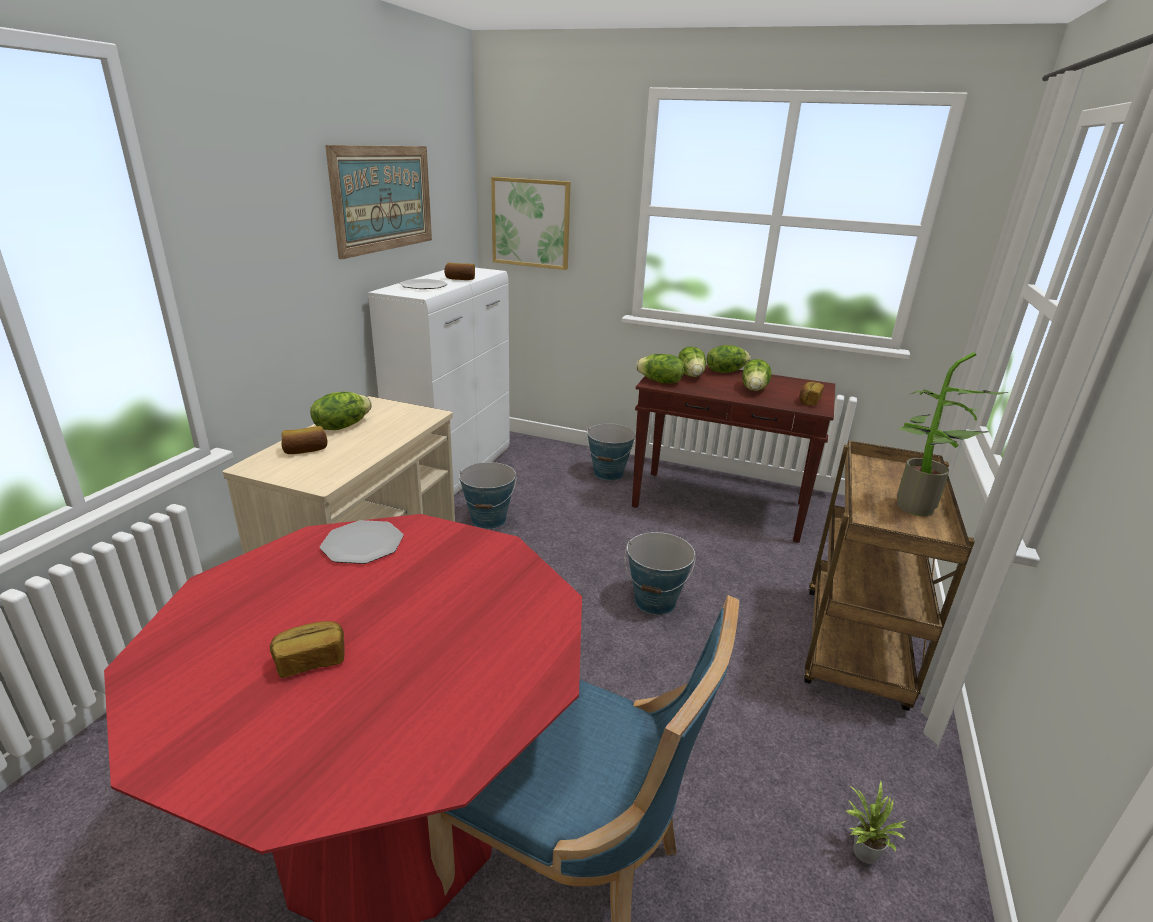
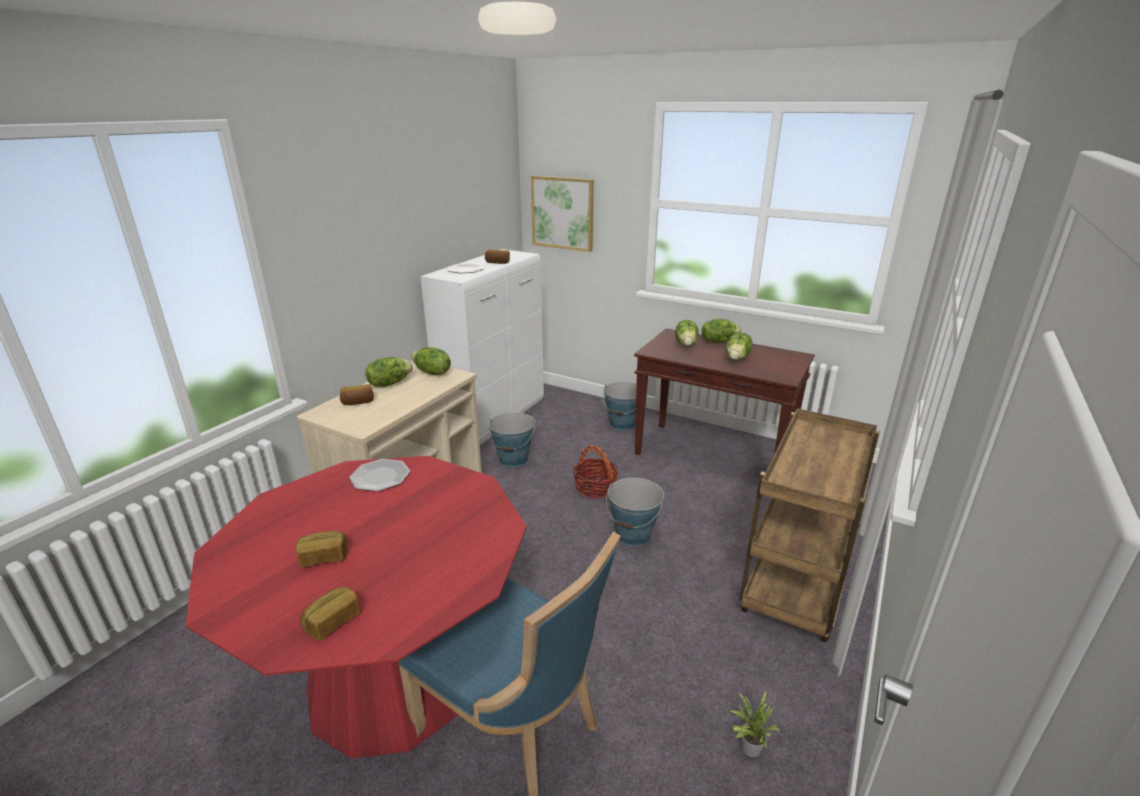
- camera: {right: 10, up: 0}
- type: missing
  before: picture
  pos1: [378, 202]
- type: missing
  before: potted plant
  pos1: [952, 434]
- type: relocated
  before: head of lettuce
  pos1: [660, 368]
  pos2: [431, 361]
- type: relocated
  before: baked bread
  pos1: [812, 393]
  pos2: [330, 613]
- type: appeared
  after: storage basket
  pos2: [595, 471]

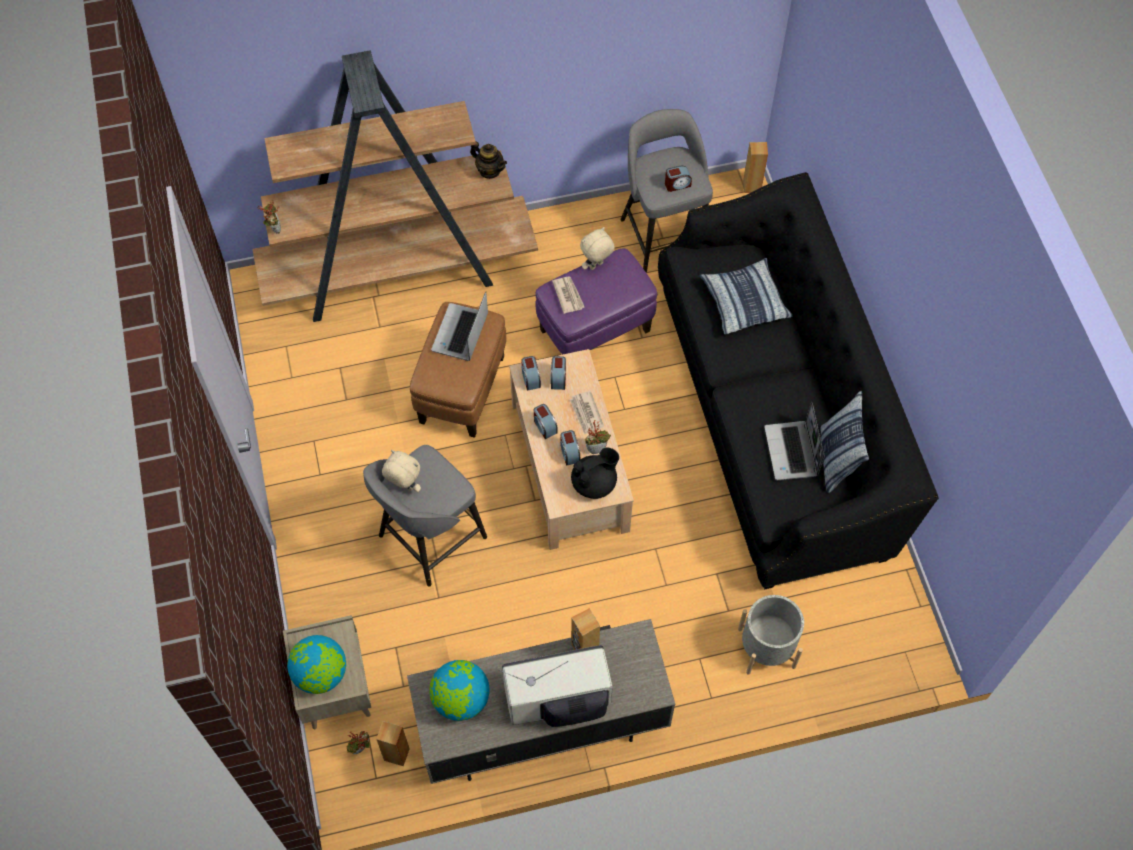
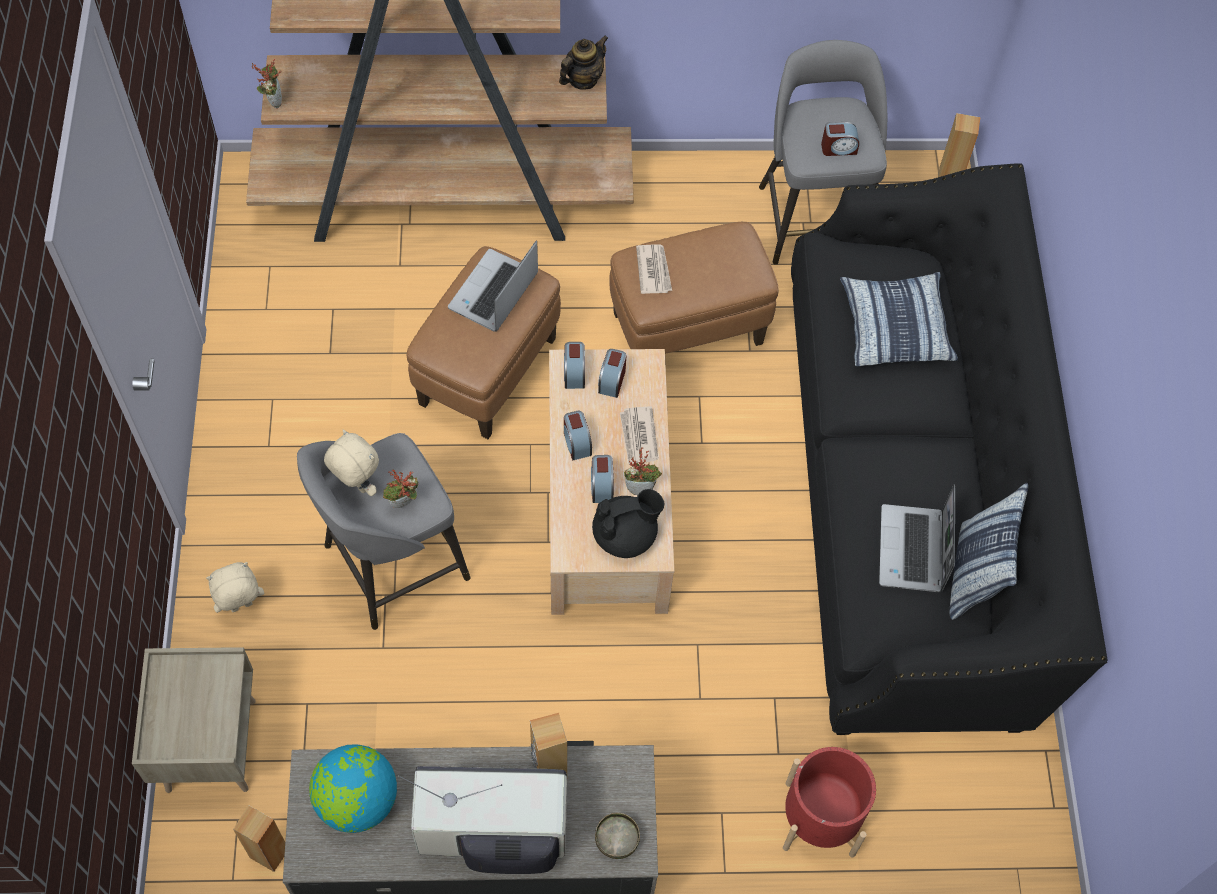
- camera: {right: 10, up: 0}
- type: spun
  before: teapot
  pos1: [488, 160]
  pos2: [583, 63]
  turn: -90
- type: relocated
  before: plush toy/beige-coloured
  pos1: [597, 248]
  pos2: [235, 587]
- type: colour
  before: footrest/purple
  after: footrest/brownish
  pos1: [596, 301]
  pos2: [694, 288]
- type: colour
  before: planter/gray
  after: planter/reddish
  pos1: [771, 635]
  pos2: [829, 802]
- type: missing
  before: globe
  pos1: [316, 664]
- type: relocated
  before: potted plant
  pos1: [358, 742]
  pos2: [400, 489]
- type: appeared
  after: bowl
  pos2: [617, 836]

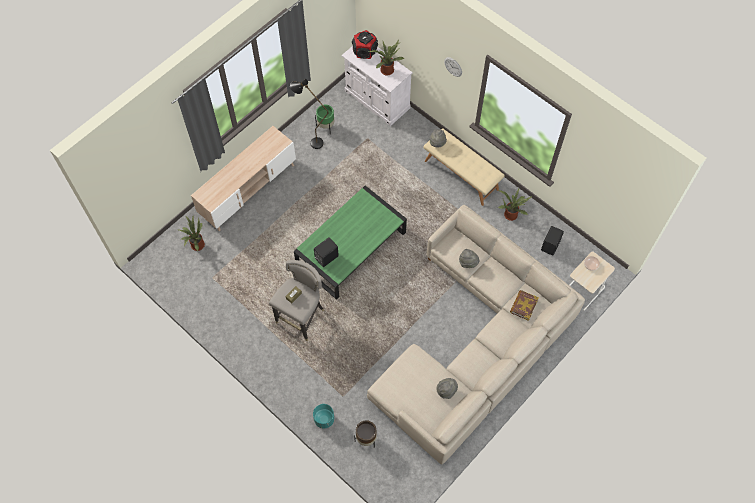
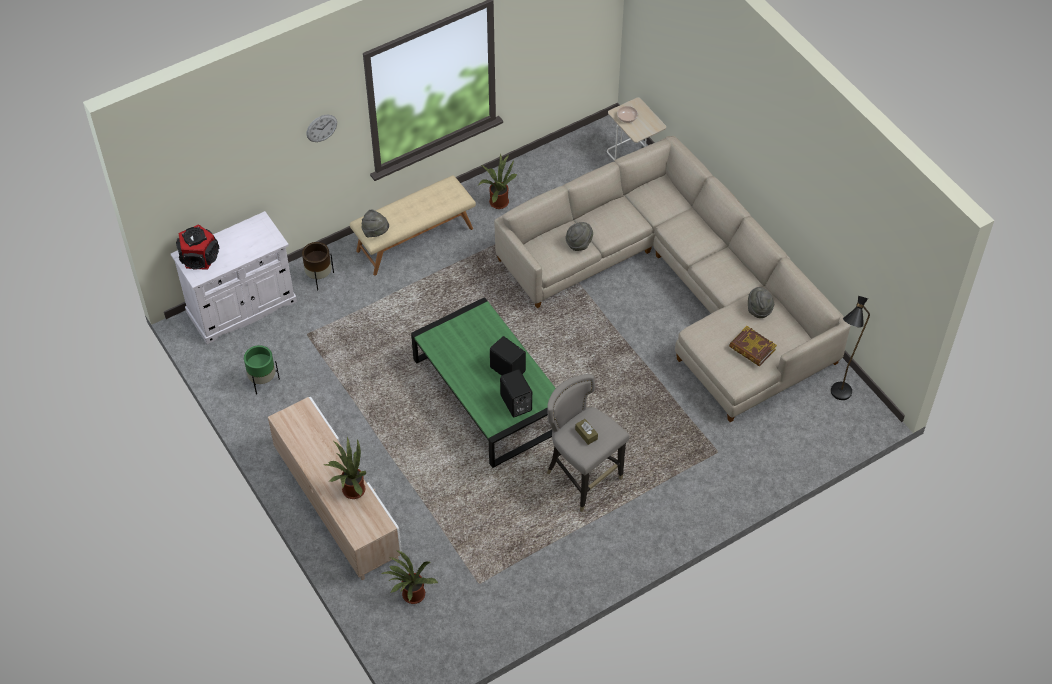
- camera: {right: -75, up: -10}
- type: relocated
  before: potted plant
  pos1: [386, 58]
  pos2: [345, 467]
- type: relocated
  before: floor lamp/blackish
  pos1: [309, 114]
  pos2: [850, 348]
- type: relocated
  before: loudspeaker/blackish
  pos1: [552, 240]
  pos2: [508, 356]
- type: relocated
  before: book
  pos1: [524, 305]
  pos2: [753, 346]
- type: missing
  before: planter/turquoise
  pos1: [323, 416]
- type: relocated
  before: planter/brownish
  pos1: [365, 434]
  pos2: [318, 266]

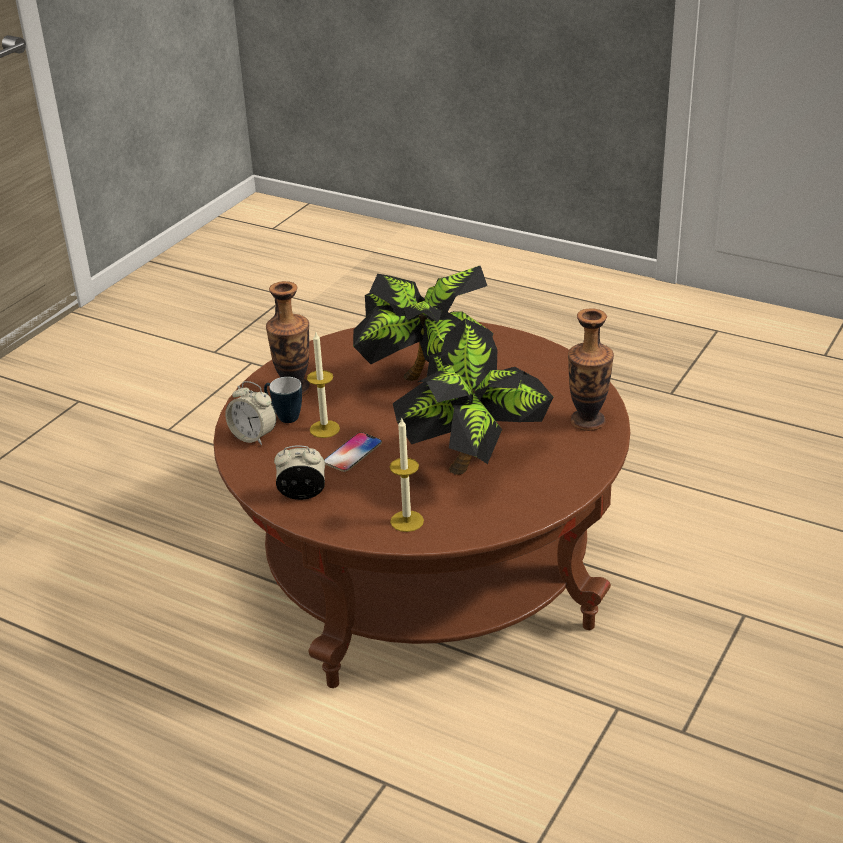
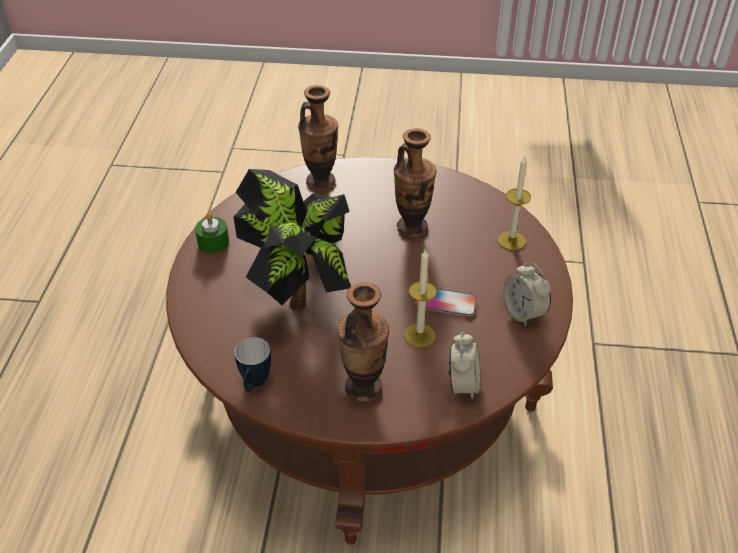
- camera: {right: -115, up: 10}
- type: exchanged
  before: potted plant
  after: decorative vase
  pos1: [473, 397]
  pos2: [415, 182]
- type: relocated
  before: coffee mug
  pos1: [283, 400]
  pos2: [252, 364]
- type: appeared
  after: candle/green-coloured
  pos2: [212, 233]

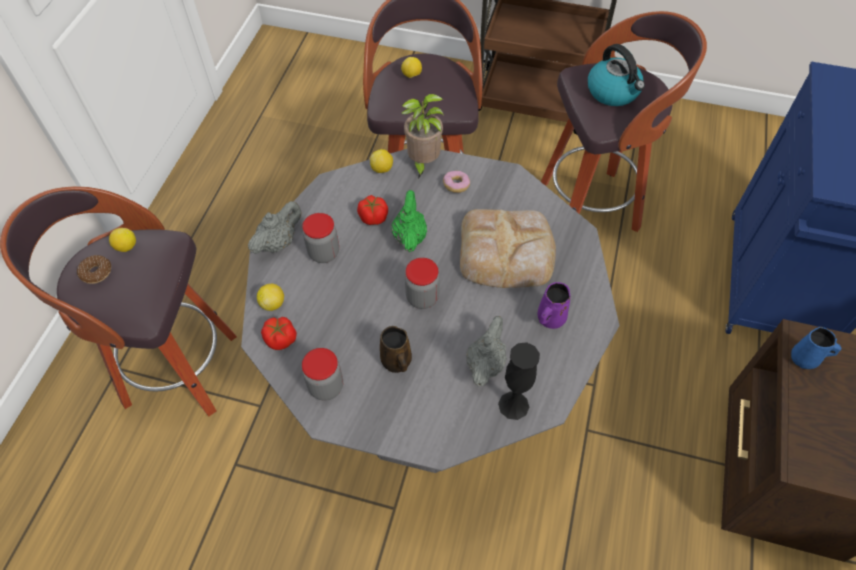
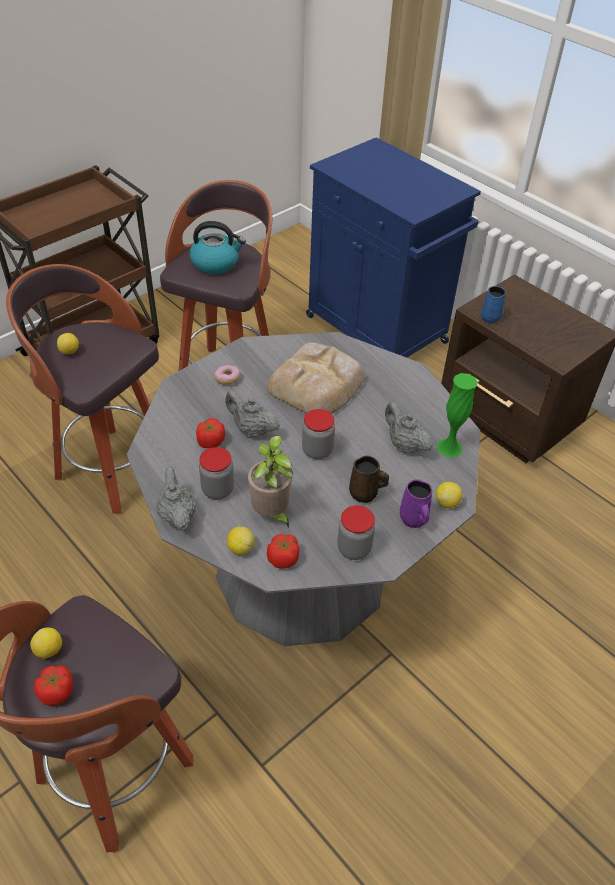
- camera: {right: -60, up: -10}
- type: relocated
  before: potted plant
  pos1: [422, 136]
  pos2: [270, 482]
- type: relocated
  before: lemon
  pos1: [381, 161]
  pos2: [449, 495]
- type: colour
  before: teapot/green-coloured
  after: teapot/gray
  pos1: [409, 221]
  pos2: [252, 414]
- type: exchanged
  before: donut
  after: tomato
  pos1: [94, 269]
  pos2: [53, 686]
- type: relocated
  before: coffee mug/purple
  pos1: [554, 305]
  pos2: [416, 503]
- type: colour
  before: decorative vase/blackish
  after: decorative vase/green-coloured
  pos1: [519, 381]
  pos2: [457, 415]

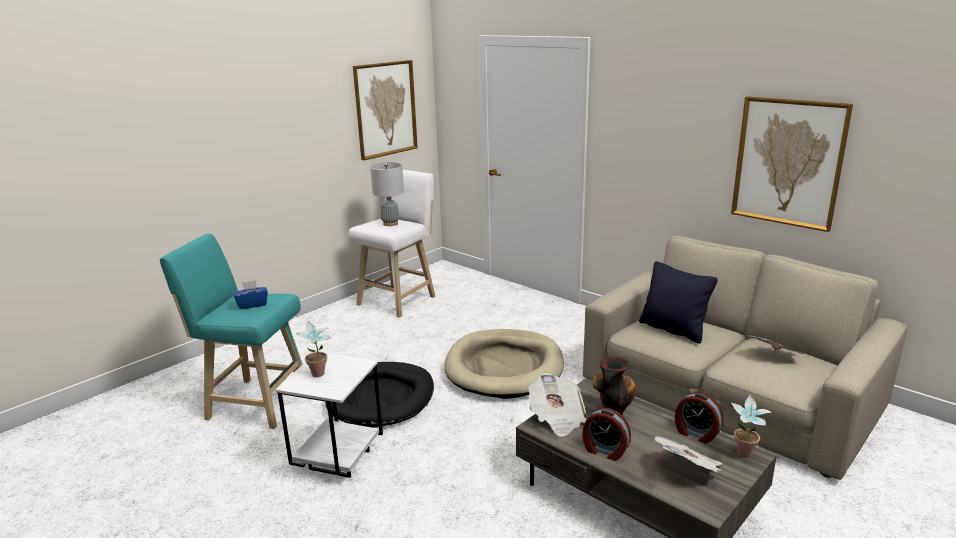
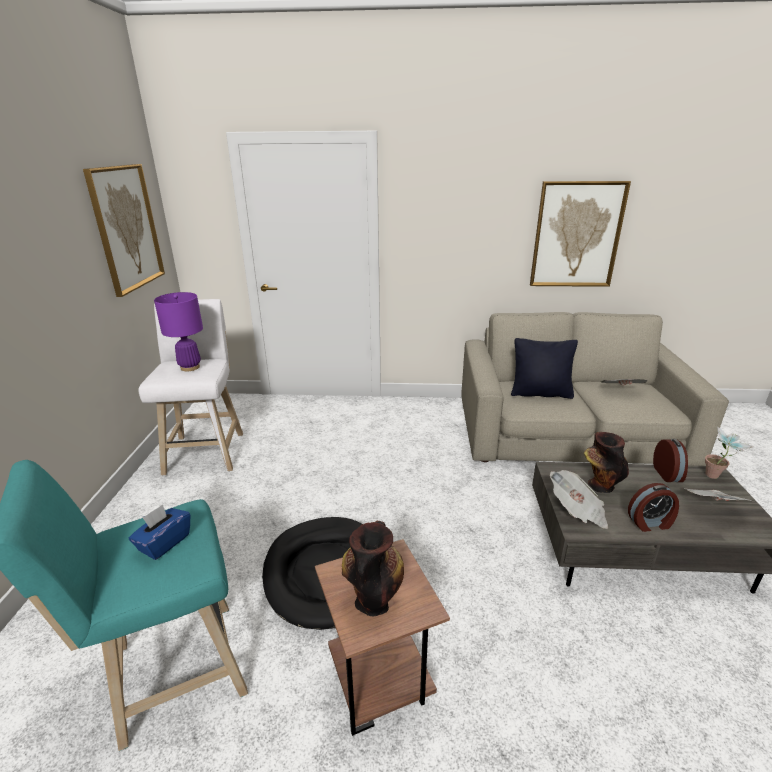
- camera: {right: -40, up: 5}
- type: colour
  before: tabletop lamp/gray
  after: tabletop lamp/purple
  pos1: [387, 194]
  pos2: [178, 331]
- type: exchanged
  before: potted plant
  after: decorative vase
  pos1: [313, 348]
  pos2: [373, 569]
- type: missing
  before: dog cushion/beige-coloured
  pos1: [504, 364]
- type: colour
  before: end table/white
  after: end table/brownish
  pos1: [329, 415]
  pos2: [382, 637]
- type: spun
  before: table clock
  pos1: [699, 418]
  pos2: [670, 460]
  turn: -90

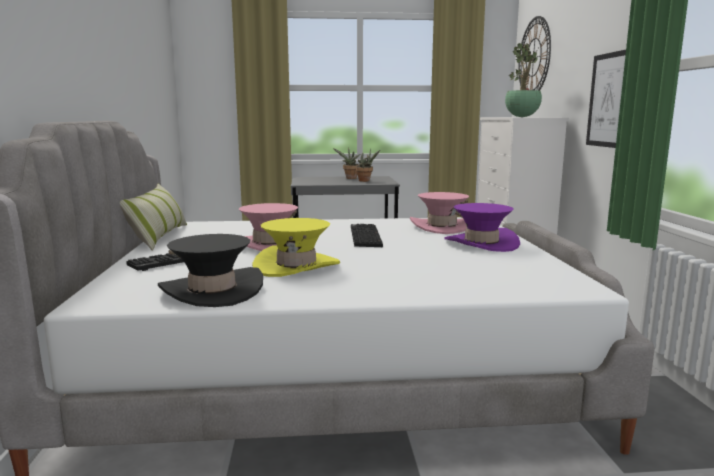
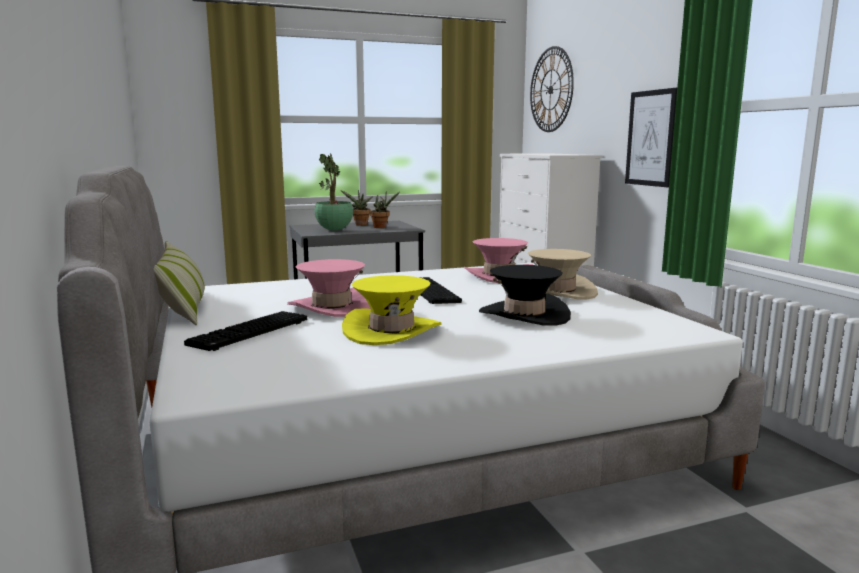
- camera: {right: -15, up: 0}
- type: relocated
  before: potted plant
  pos1: [523, 80]
  pos2: [334, 192]
- type: colour
  before: clothing hat/purple
  after: clothing hat/beige-coloured
  pos1: [482, 227]
  pos2: [563, 274]
- type: relocated
  before: clothing hat/blackish
  pos1: [210, 270]
  pos2: [525, 295]

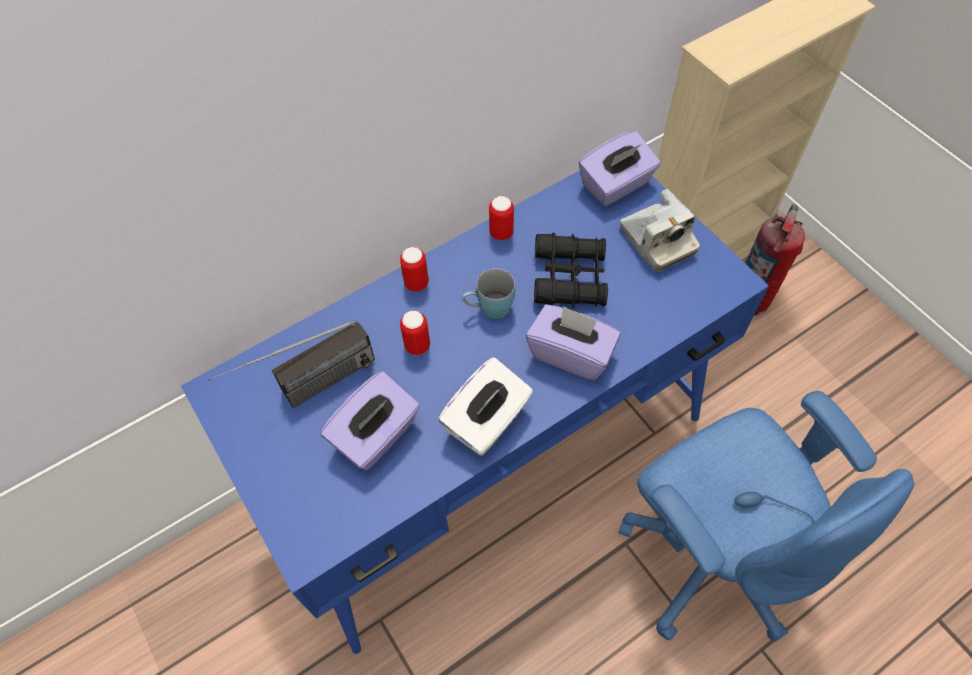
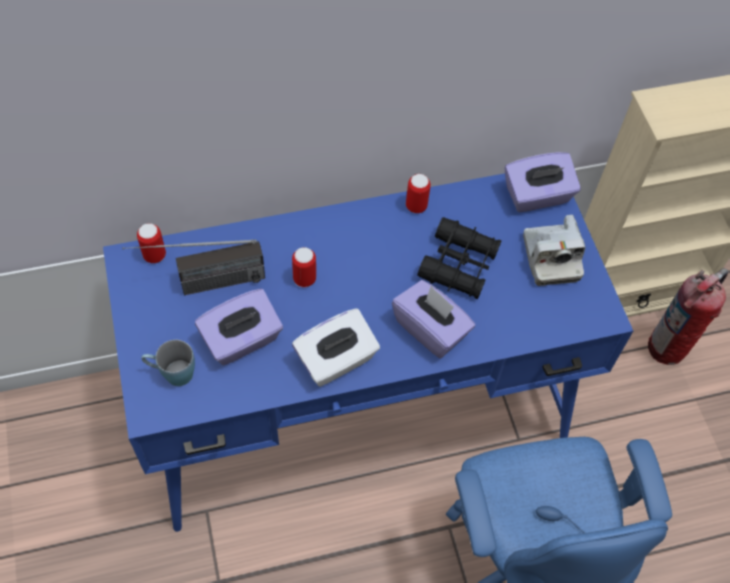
- camera: {right: 15, up: 0}
- type: relocated
  before: metal can
  pos1: [414, 269]
  pos2: [151, 243]
- type: relocated
  before: coffee mug/bluish
  pos1: [488, 293]
  pos2: [168, 363]

